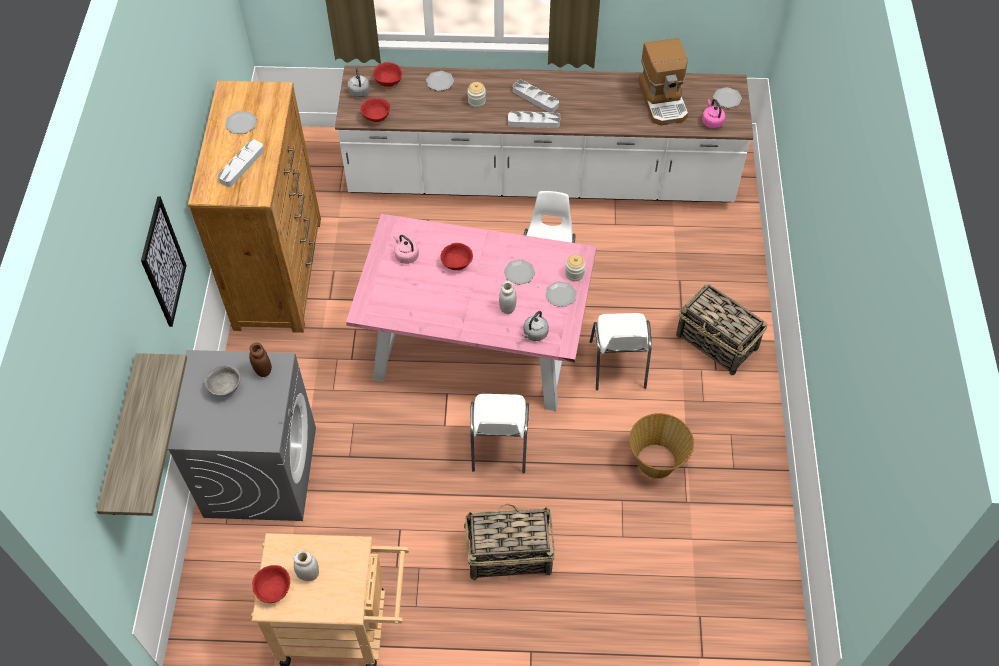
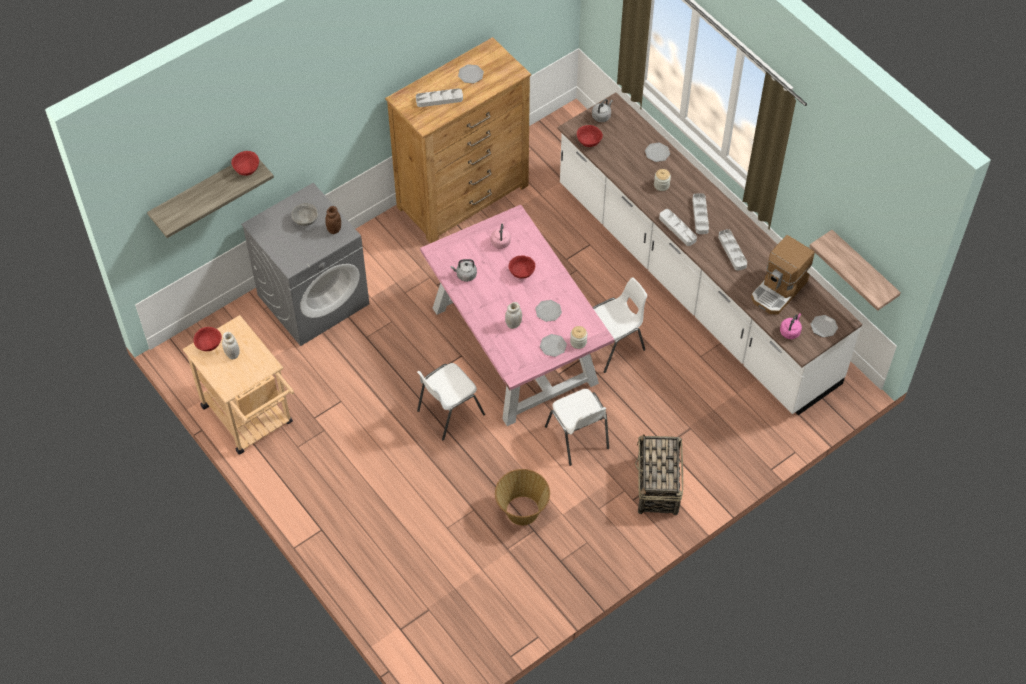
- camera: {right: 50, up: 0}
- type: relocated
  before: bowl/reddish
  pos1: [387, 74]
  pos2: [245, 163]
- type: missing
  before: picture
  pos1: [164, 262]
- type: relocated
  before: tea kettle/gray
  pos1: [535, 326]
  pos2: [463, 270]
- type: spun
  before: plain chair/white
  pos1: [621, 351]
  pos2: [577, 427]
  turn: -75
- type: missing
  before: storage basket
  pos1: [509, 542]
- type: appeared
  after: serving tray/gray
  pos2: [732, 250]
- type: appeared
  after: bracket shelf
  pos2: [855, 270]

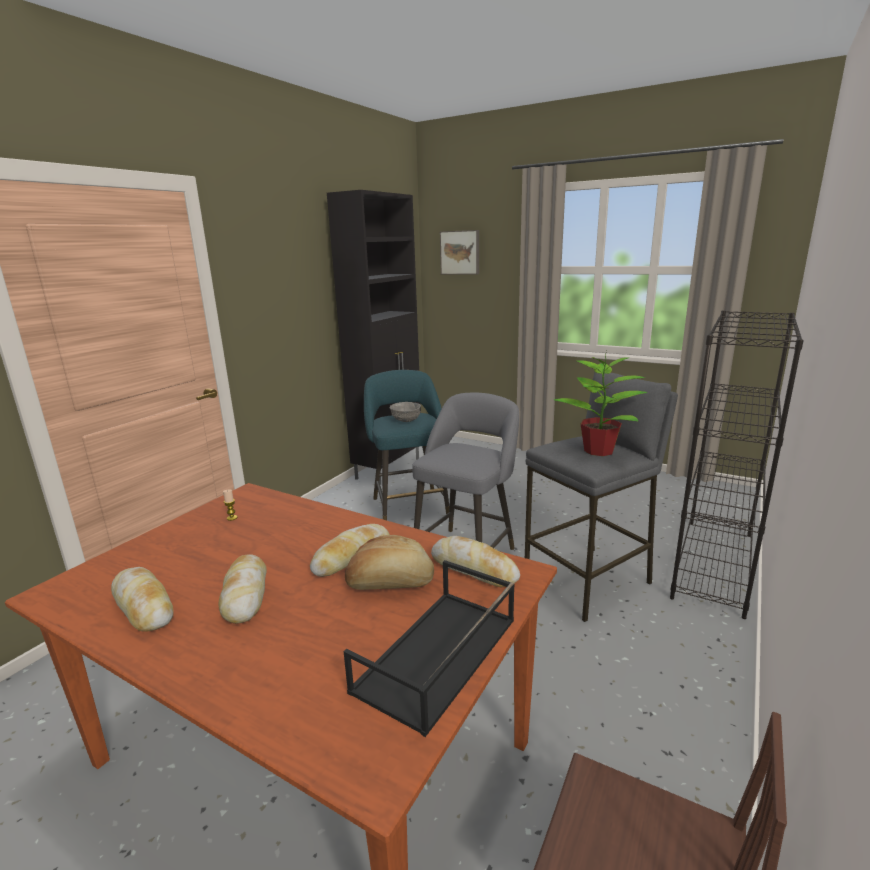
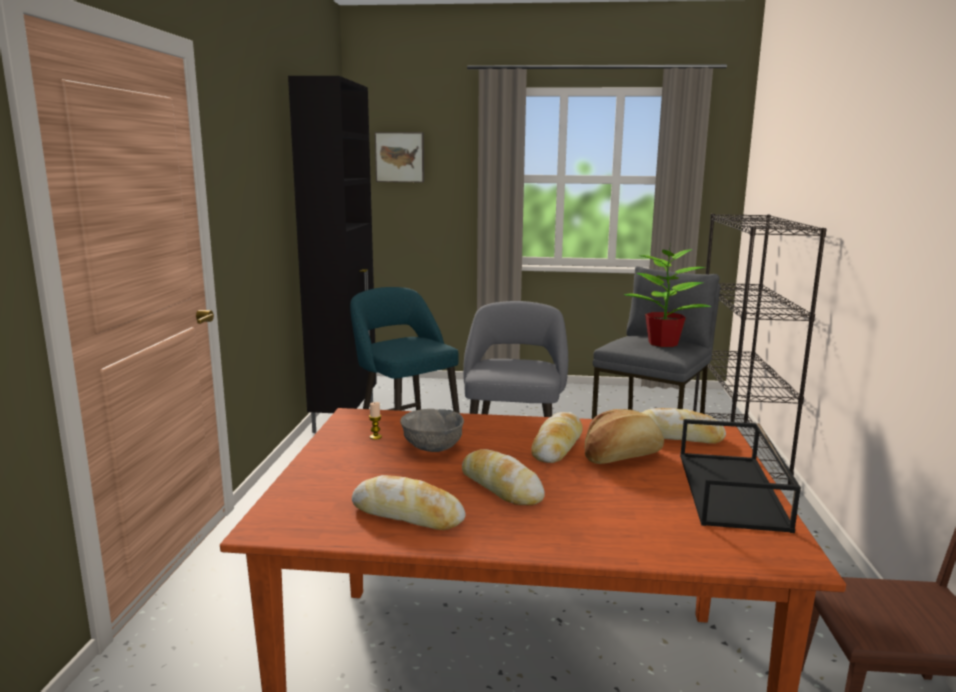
- camera: {right: -25, up: -5}
- type: relocated
  before: bowl/gray
  pos1: [405, 412]
  pos2: [432, 430]

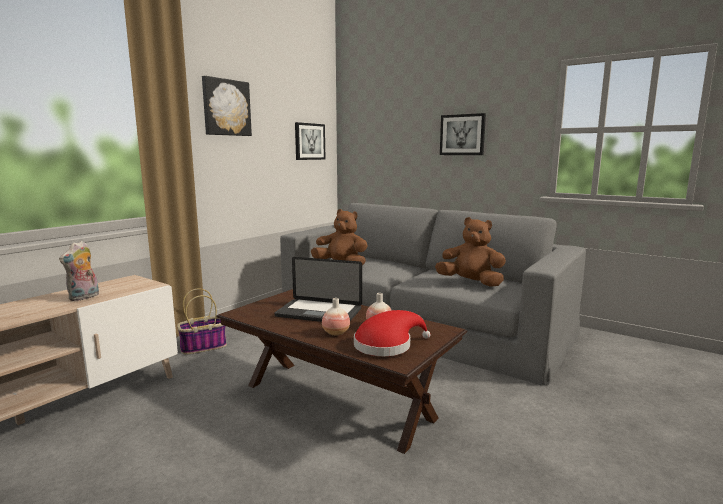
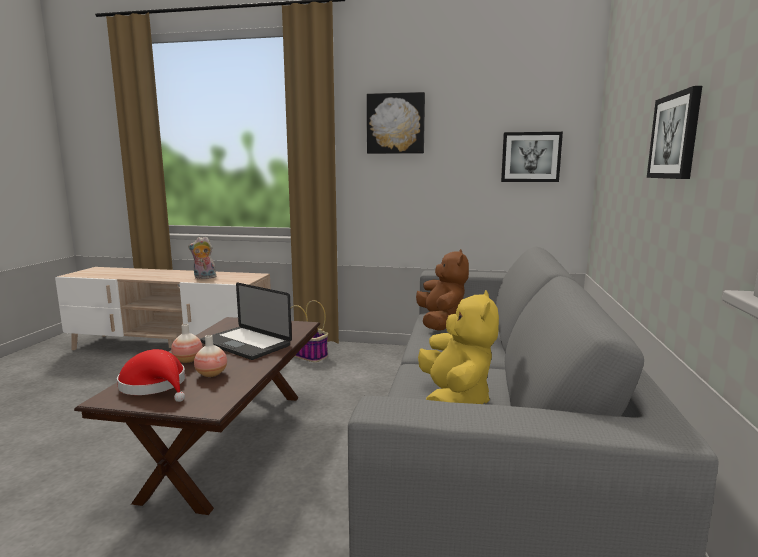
- camera: {right: 65, up: 0}
- type: colour
  before: plush toy/brownish
  after: plush toy/yellowish
  pos1: [470, 252]
  pos2: [458, 347]
- type: spun
  before: laptop
  pos1: [318, 289]
  pos2: [246, 321]
  turn: -45

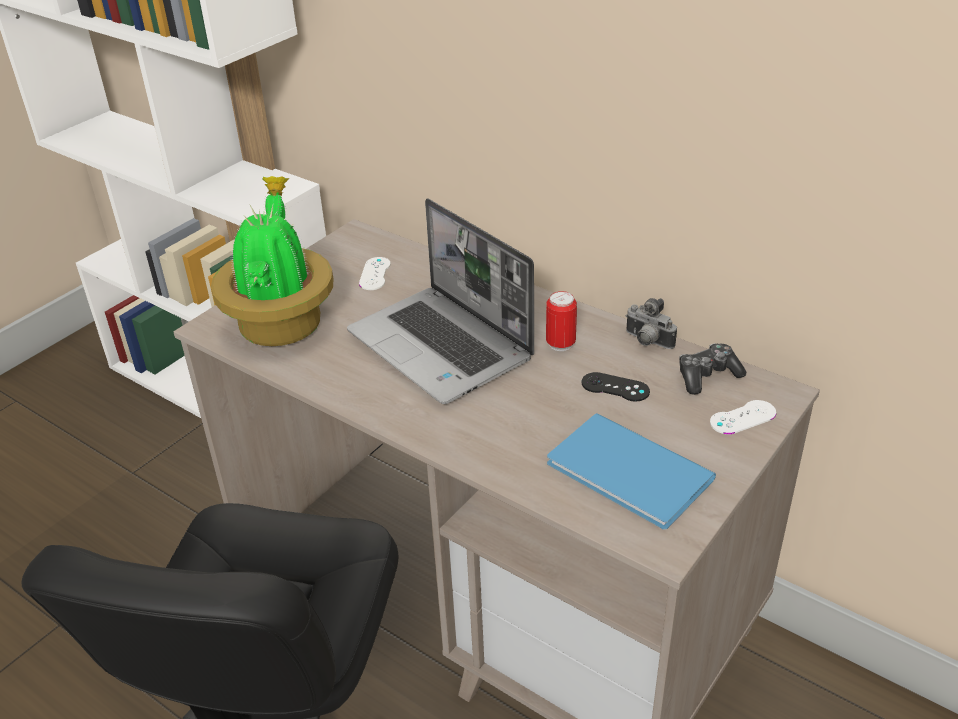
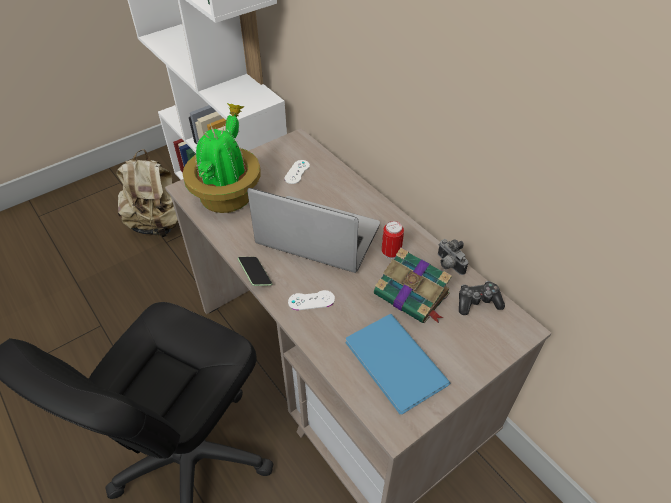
- camera: {right: 15, up: 10}
- type: spun
  before: laptop
  pos1: [440, 301]
  pos2: [313, 230]
  turn: 135
- type: exchanged
  before: gamepad/blackish
  after: book
  pos1: [616, 386]
  pos2: [413, 285]
- type: relocated
  before: gamepad/white
  pos1: [743, 417]
  pos2: [311, 300]
- type: appeared
  after: rucksack/beige-coloured
  pos2: [147, 194]
- type: appeared
  after: telephone
  pos2: [255, 271]

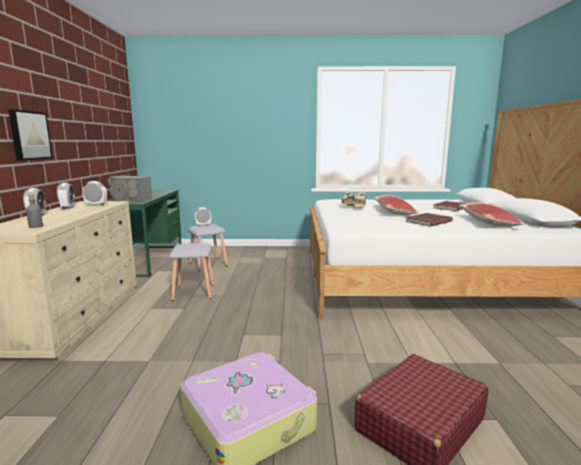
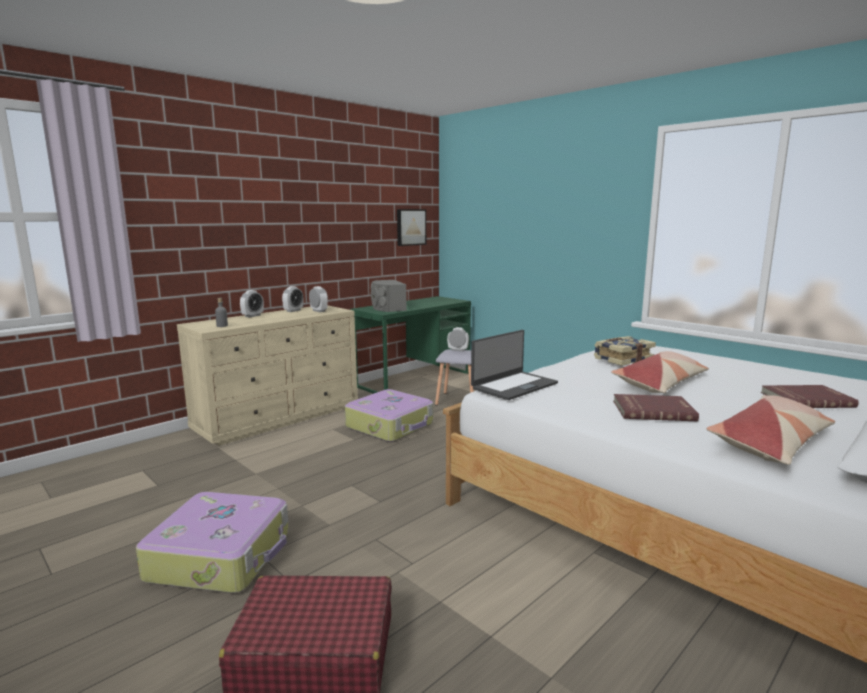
- camera: {right: 45, up: 0}
- type: relocated
  before: picture
  pos1: [30, 135]
  pos2: [411, 227]
- type: exchanged
  before: stool/gray
  after: piece of luggage
  pos1: [191, 272]
  pos2: [389, 415]
- type: appeared
  after: laptop
  pos2: [514, 365]

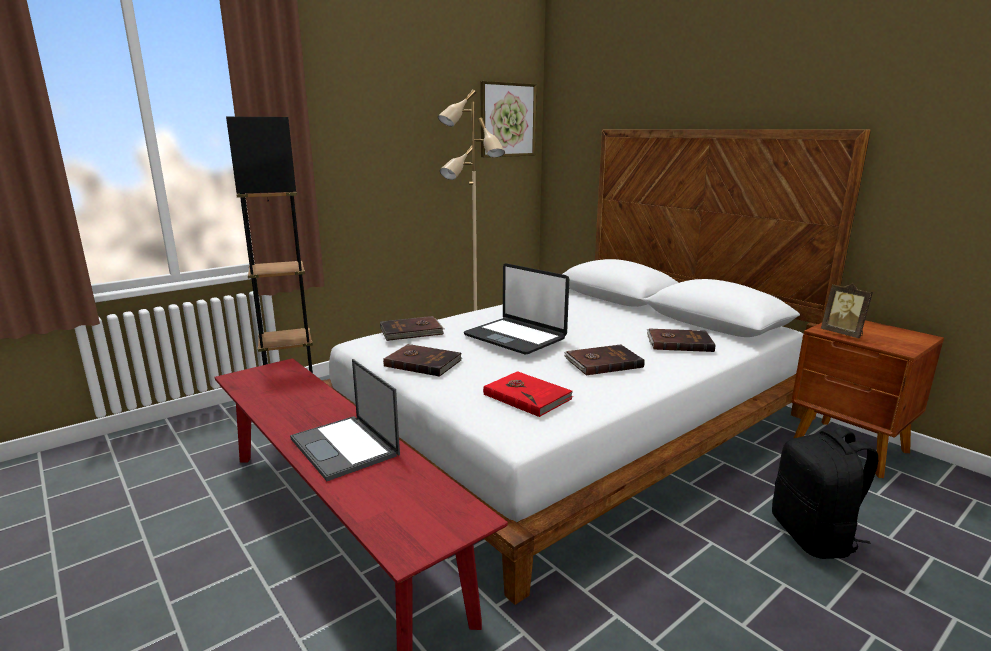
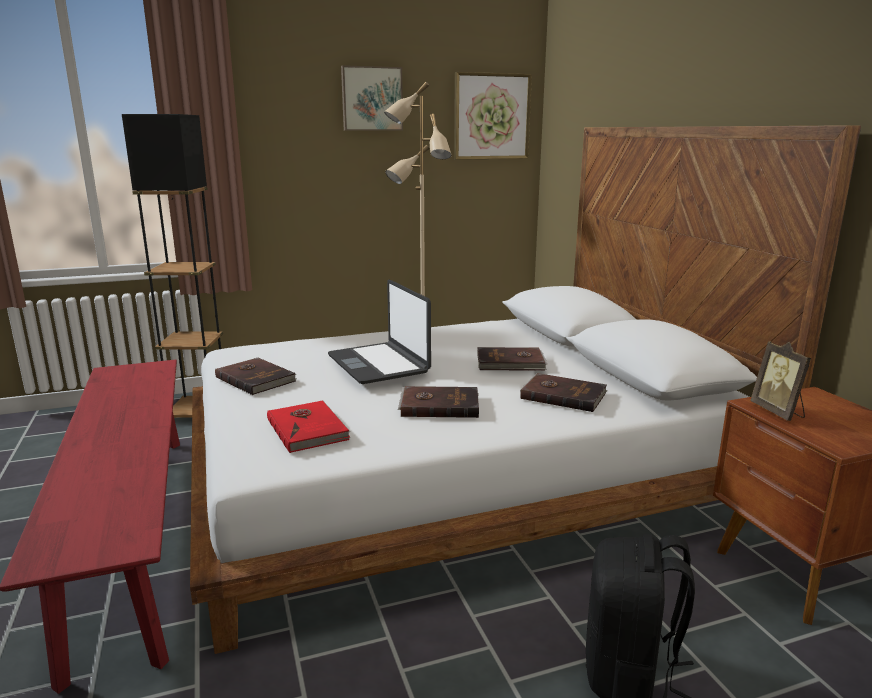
- camera: {right: 20, up: 0}
- type: relocated
  before: book/brownish
  pos1: [412, 328]
  pos2: [512, 359]
- type: missing
  before: laptop
  pos1: [345, 420]
- type: appeared
  after: picture
  pos2: [372, 98]

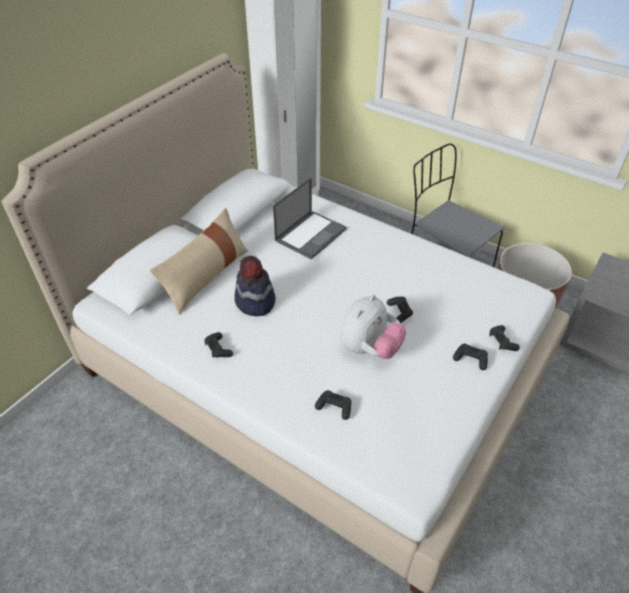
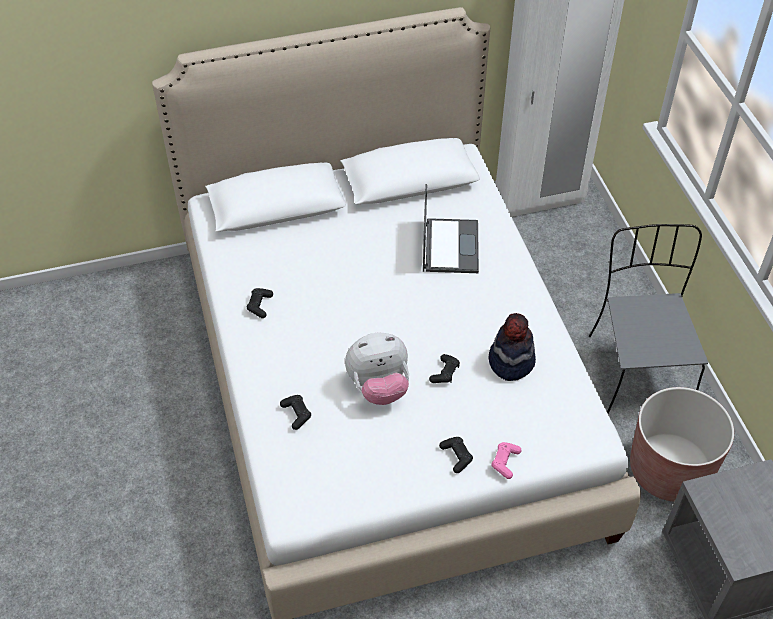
- camera: {right: 40, up: 5}
- type: spun
  before: laptop
  pos1: [310, 218]
  pos2: [451, 228]
  turn: -75
- type: missing
  before: pillow/beige-coloured
  pos1: [199, 261]
- type: relocated
  before: clothing hat
  pos1: [255, 286]
  pos2: [512, 347]
- type: colour
  before: gamepad/blackish
  after: gamepad/pinkish
  pos1: [504, 338]
  pos2: [507, 460]

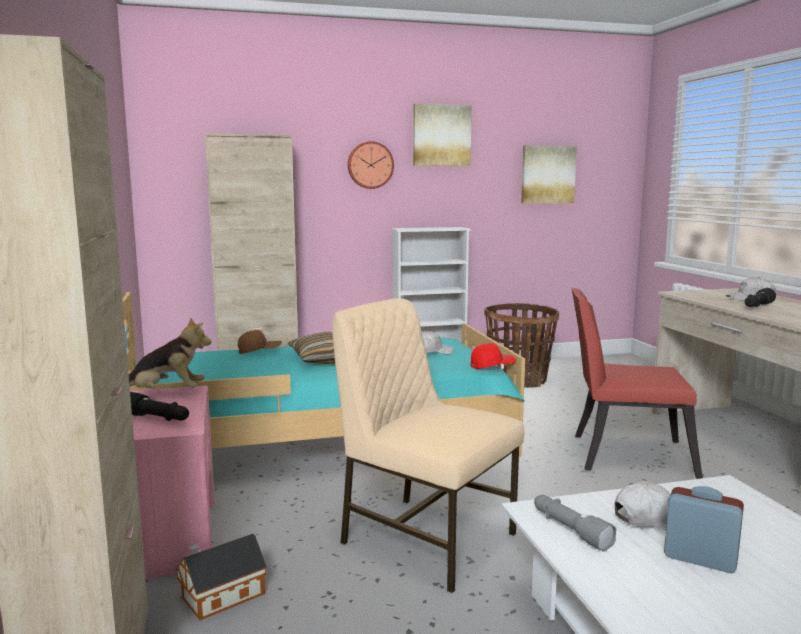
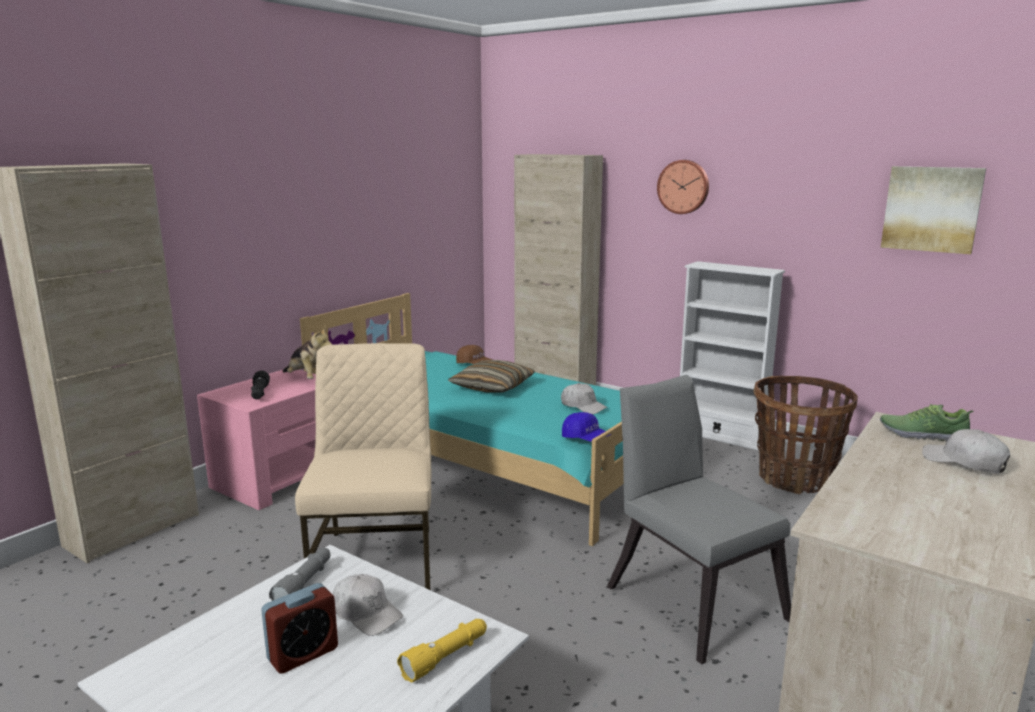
- camera: {right: 50, up: 5}
- type: missing
  before: picture
  pos1: [442, 135]
- type: colour
  before: plain chair/reddish
  after: plain chair/gray
  pos1: [637, 383]
  pos2: [699, 519]
- type: missing
  before: torch/blackish
  pos1: [760, 297]
- type: colour
  before: cap/reddish
  after: cap/bluish
  pos1: [493, 356]
  pos2: [586, 427]
- type: spun
  before: table clock
  pos1: [704, 529]
  pos2: [299, 628]
  turn: 60
- type: missing
  before: miniature house
  pos1: [221, 577]
- type: appeared
  after: shoe
  pos2: [927, 423]
- type: appeared
  after: torch/yellowish
  pos2: [442, 651]

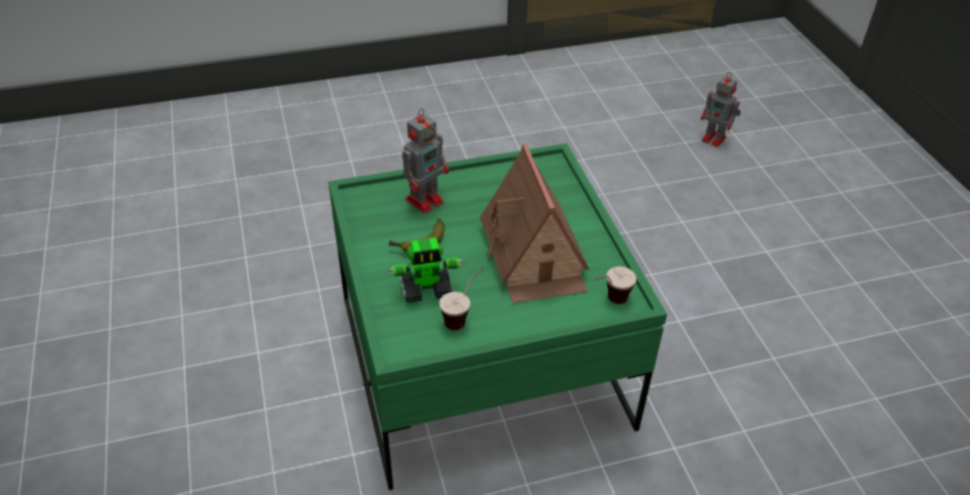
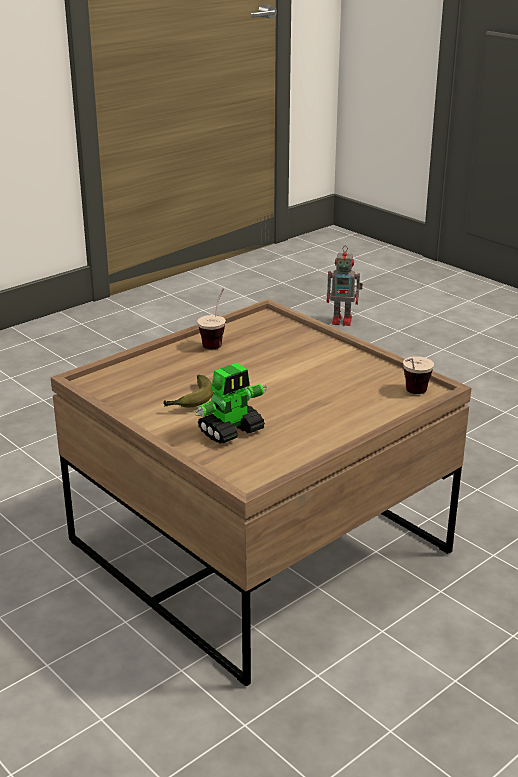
- camera: {right: -25, up: -15}
- type: missing
  before: model robot
  pos1: [425, 161]
- type: colour
  before: coffee table/green-coloured
  after: coffee table/brownish
  pos1: [497, 316]
  pos2: [261, 492]
- type: missing
  before: miniature house
  pos1: [534, 223]
- type: relocated
  before: drinking cup
  pos1: [461, 298]
  pos2: [211, 319]

